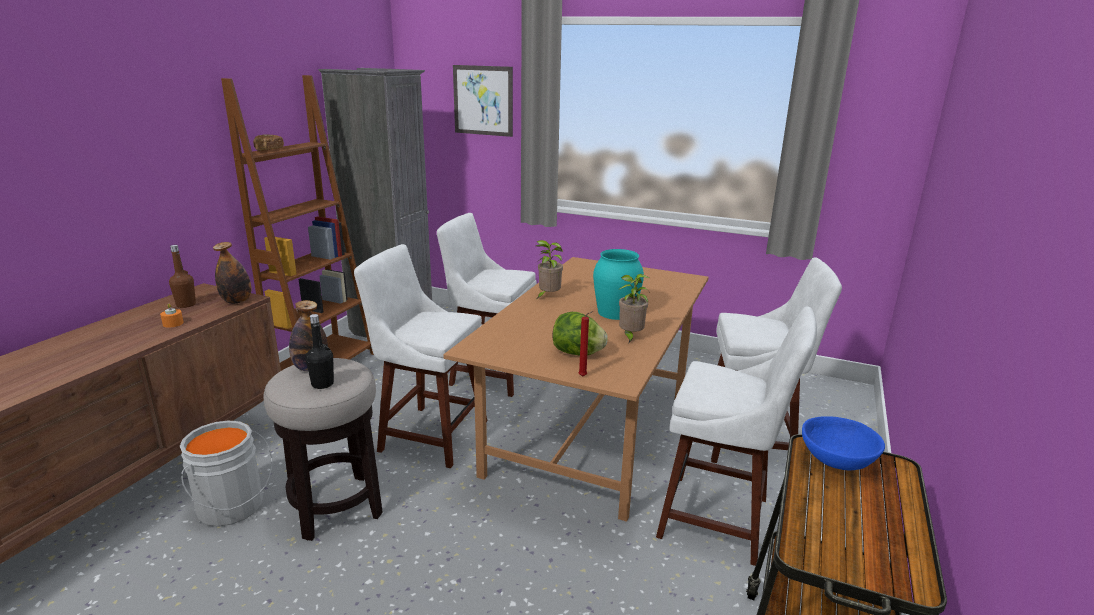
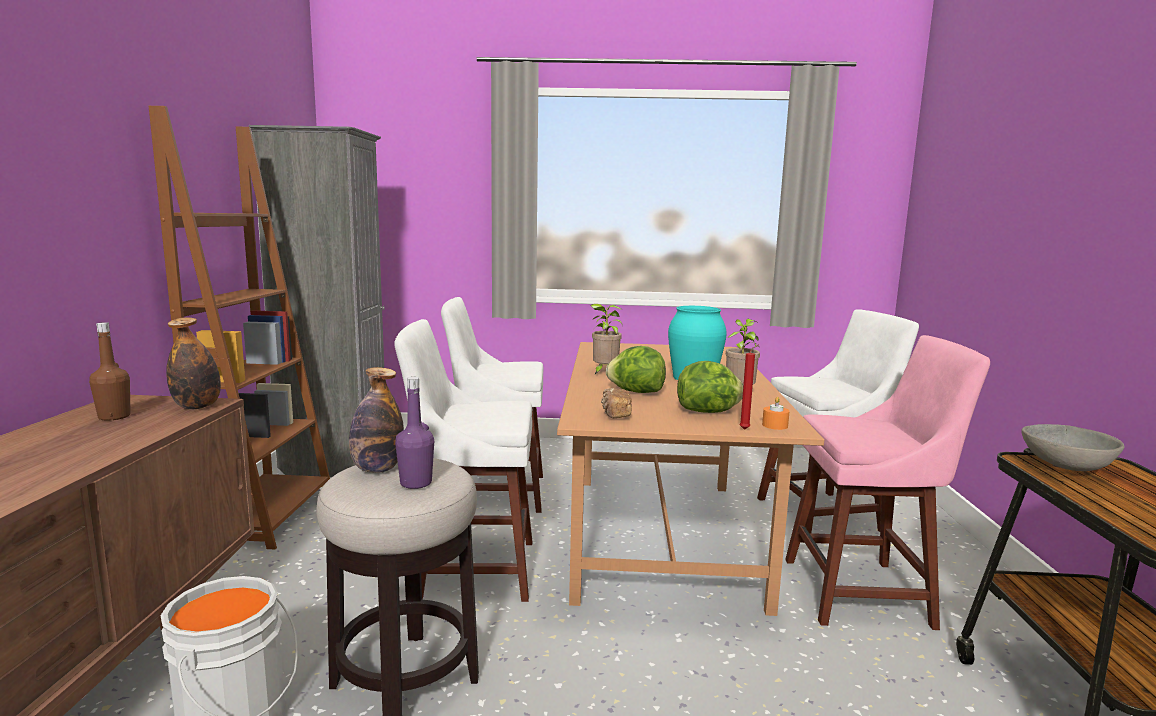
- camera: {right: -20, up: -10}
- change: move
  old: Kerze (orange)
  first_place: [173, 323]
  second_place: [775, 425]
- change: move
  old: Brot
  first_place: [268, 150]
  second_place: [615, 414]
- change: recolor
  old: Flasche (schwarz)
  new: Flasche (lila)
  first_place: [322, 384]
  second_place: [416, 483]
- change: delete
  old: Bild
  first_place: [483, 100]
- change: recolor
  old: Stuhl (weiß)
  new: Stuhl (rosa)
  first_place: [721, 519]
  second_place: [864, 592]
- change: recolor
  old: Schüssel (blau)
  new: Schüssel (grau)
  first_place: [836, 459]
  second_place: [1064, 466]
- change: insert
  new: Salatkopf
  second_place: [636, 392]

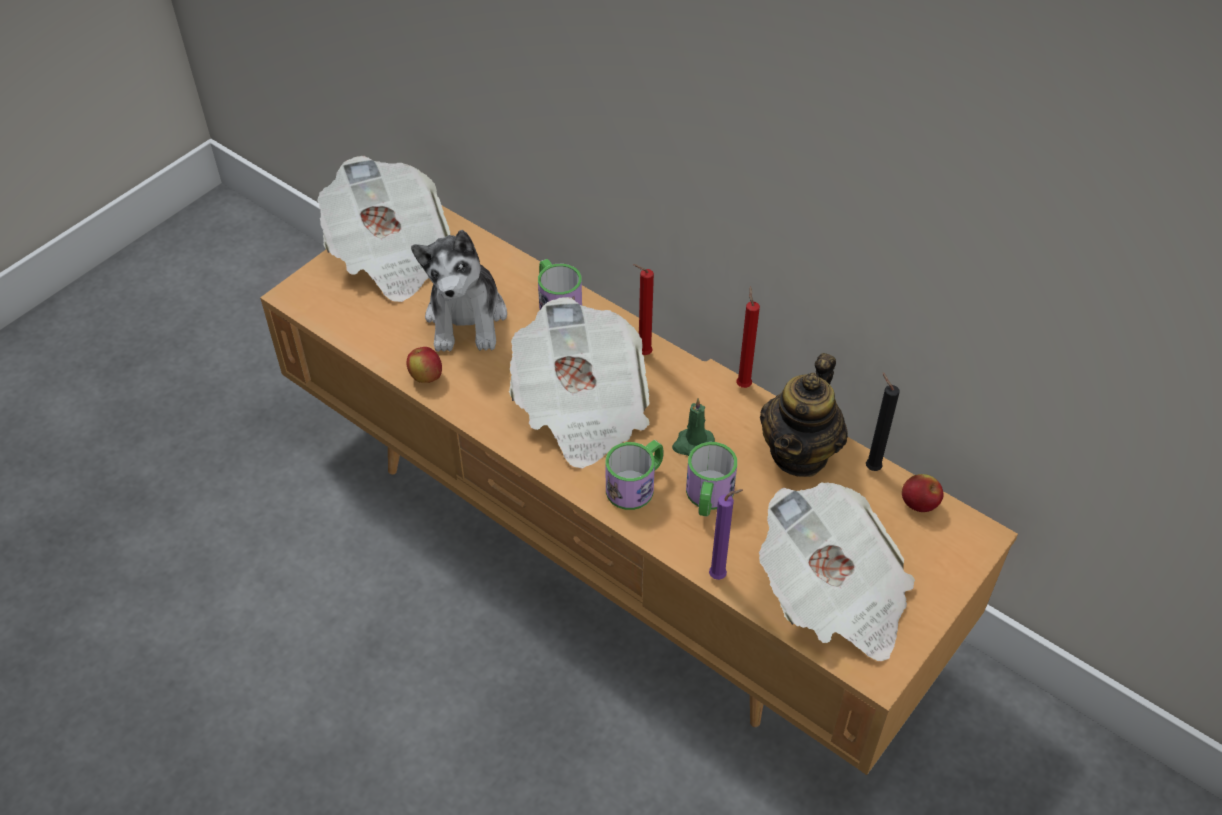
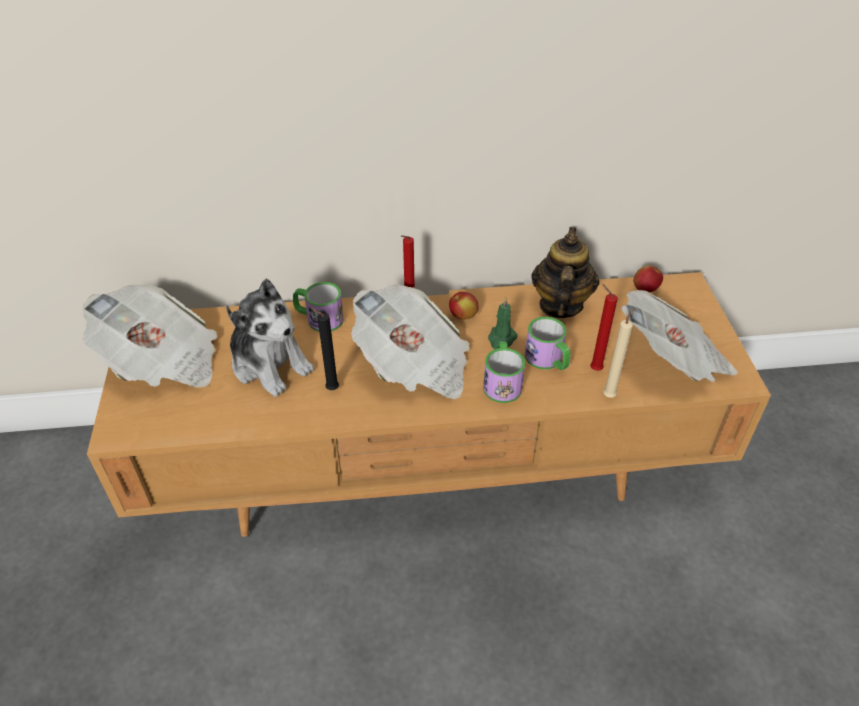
- camera: {right: -45, up: -5}
- change: move
  old: Apfel
  first_place: [426, 377]
  second_place: [463, 316]
- change: recolor
  old: Kerze (lila)
  new: Kerze (beige)
  first_place: [720, 576]
  second_place: [610, 395]
- change: move
  old: Kerze (rot)
  first_place: [743, 384]
  second_place: [594, 369]
- change: rotate
  old: Teekanne
  first_place: [800, 453]
  second_place: [560, 305]
  degrees: -150
- change: move
  old: Kerze (schwarz)
  first_place: [870, 467]
  second_place: [330, 389]

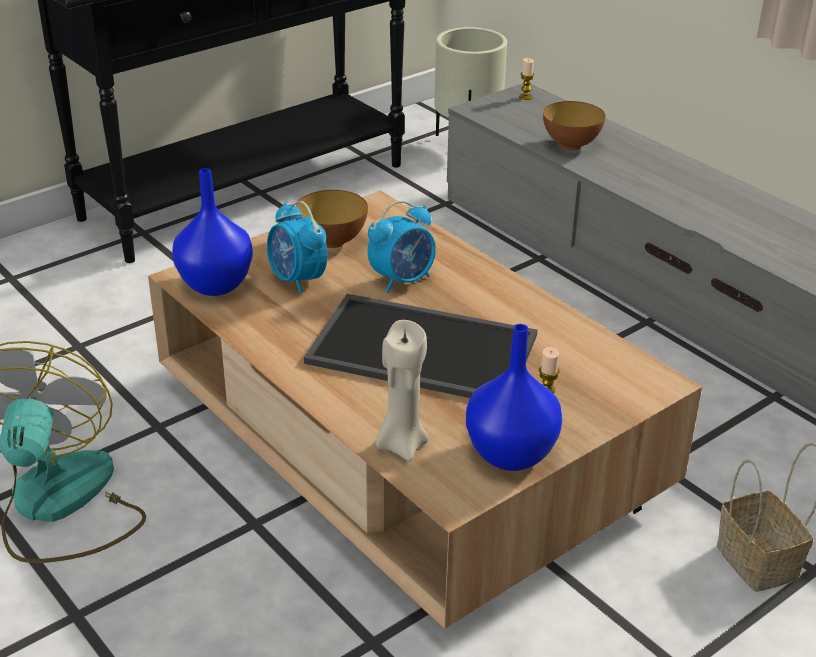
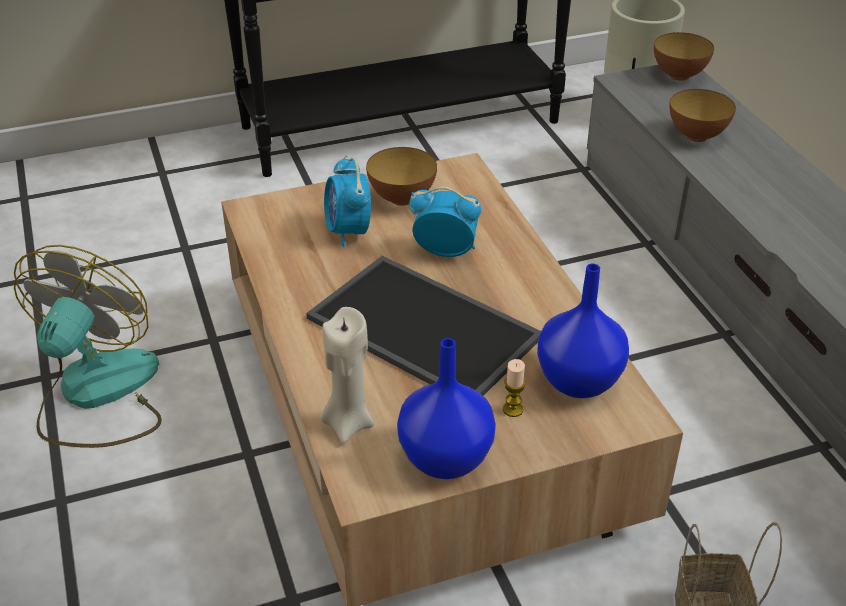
- camera: {right: 20, up: 5}
- change: move
  old: Vase (blau)
  first_place: [217, 285]
  second_place: [580, 382]
- change: rotate
  old: Wecker
  first_place: [402, 280]
  second_place: [445, 251]
  degrees: -150
- change: replace
  old: Kerze
  new: Schüssel
  first_place: [525, 97]
  second_place: [679, 75]

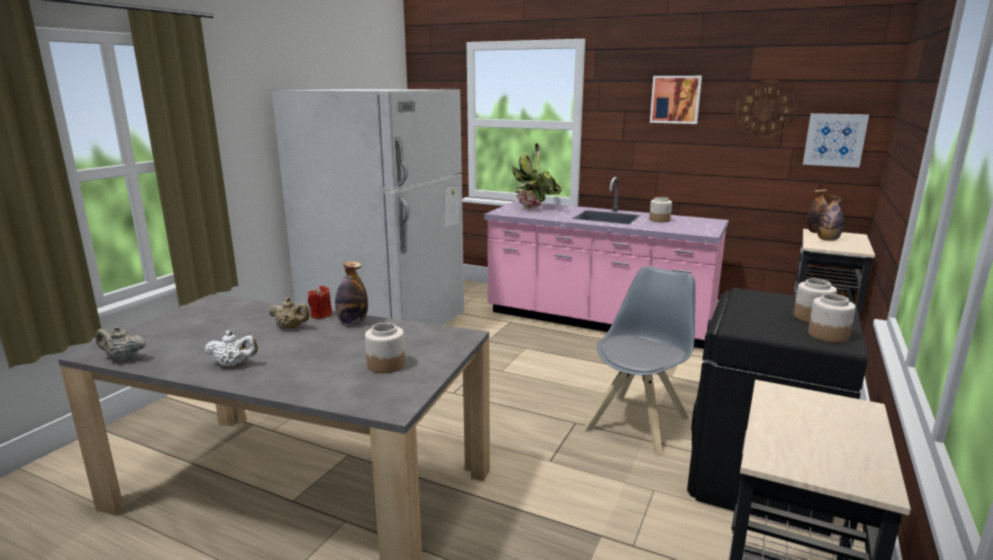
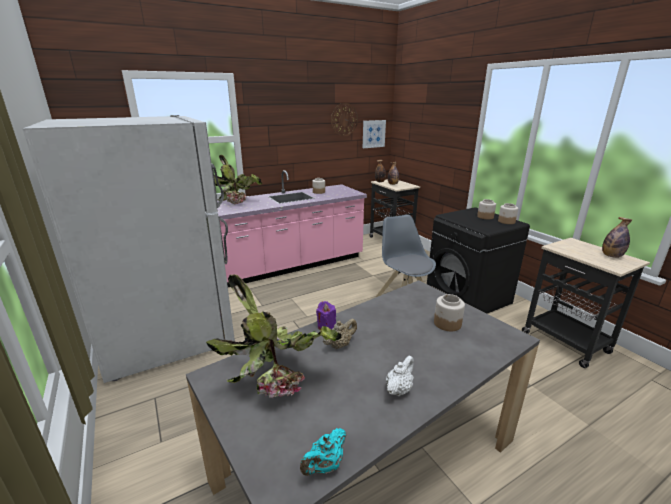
- camera: {right: -55, up: 5}
- change: recolor
  old: Teekanne (beige)
  new: Teekanne (türkis)
  first_place: [123, 359]
  second_place: [325, 466]
- change: recolor
  old: Kerze (rot)
  new: Kerze (lila)
  first_place: [321, 315]
  second_place: [326, 326]
- change: move
  old: Flasche
  first_place: [352, 322]
  second_place: [611, 256]
- change: delete
  old: Bild
  first_place: [675, 99]
- change: insert
  new: Topfpflanze
  second_place: [280, 380]

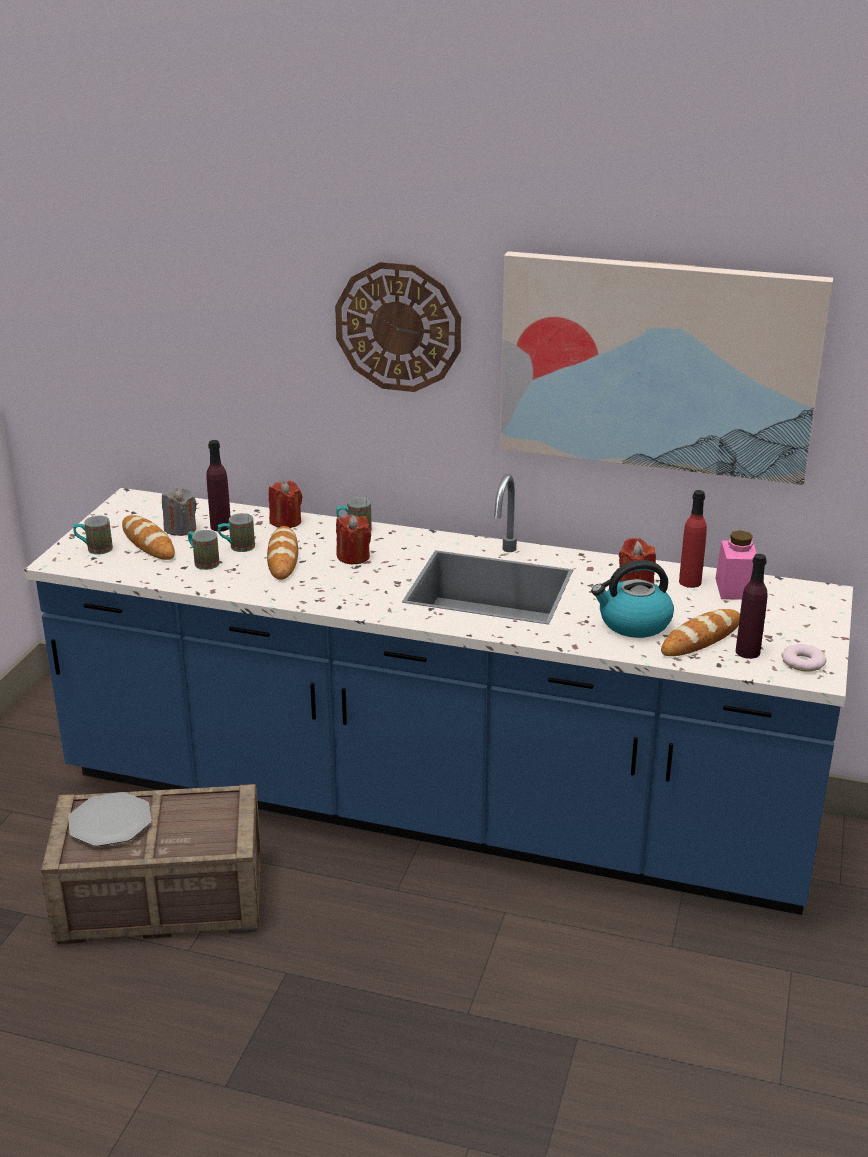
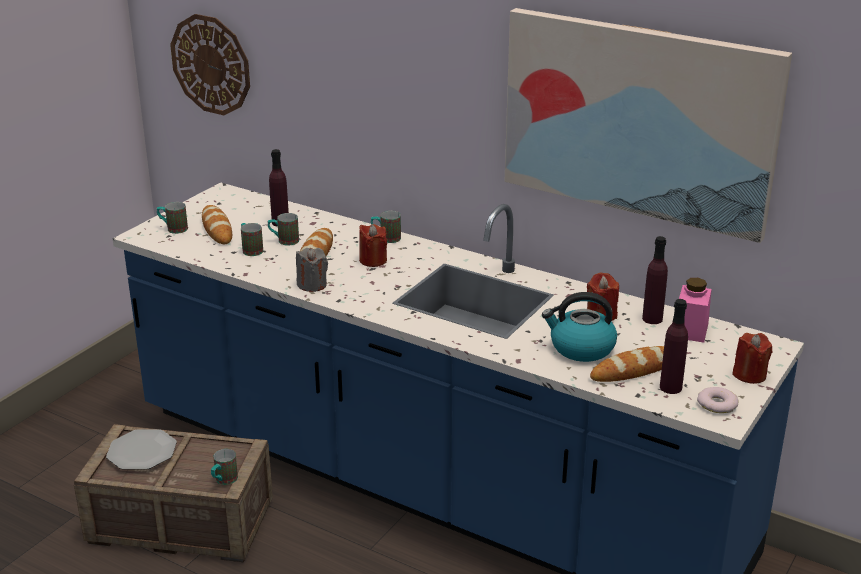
- camera: {right: 15, up: 0}
- change: move
  old: Kerze (grau)
  first_place: [180, 529]
  second_place: [312, 285]
- change: move
  old: Kerze (rot)
  first_place: [286, 521]
  second_place: [749, 375]
- change: move
  old: Wanduhr
  first_place: [398, 327]
  second_place: [211, 64]
- change: recolor
  old: Flasche (rot)
  new: Flasche (lila)
  first_place: [690, 582]
  second_place: [652, 319]
- change: insert
  new: Henkelbecher
  second_place: [223, 481]

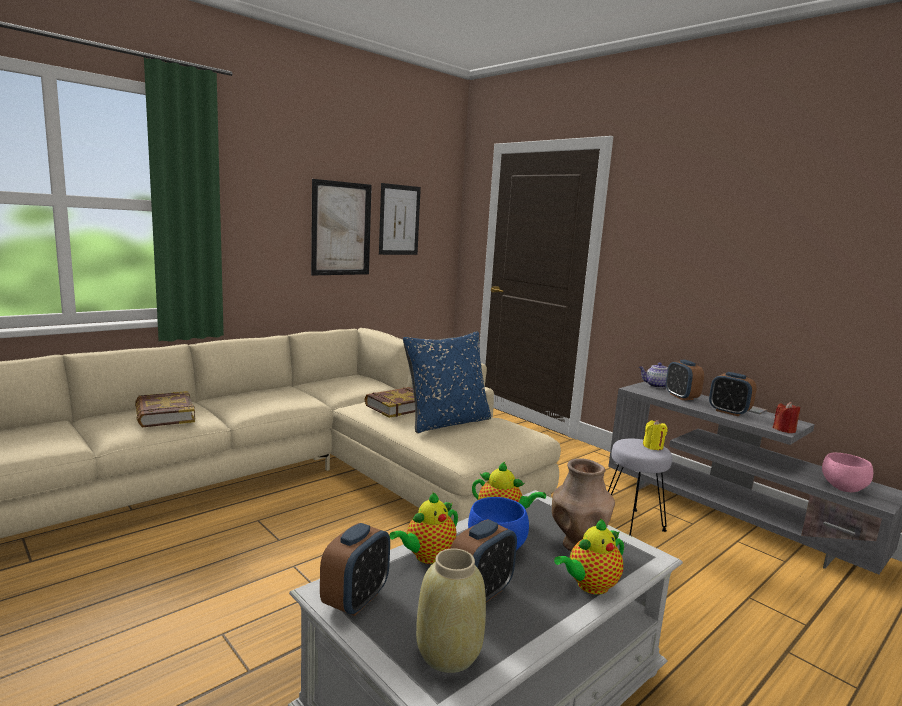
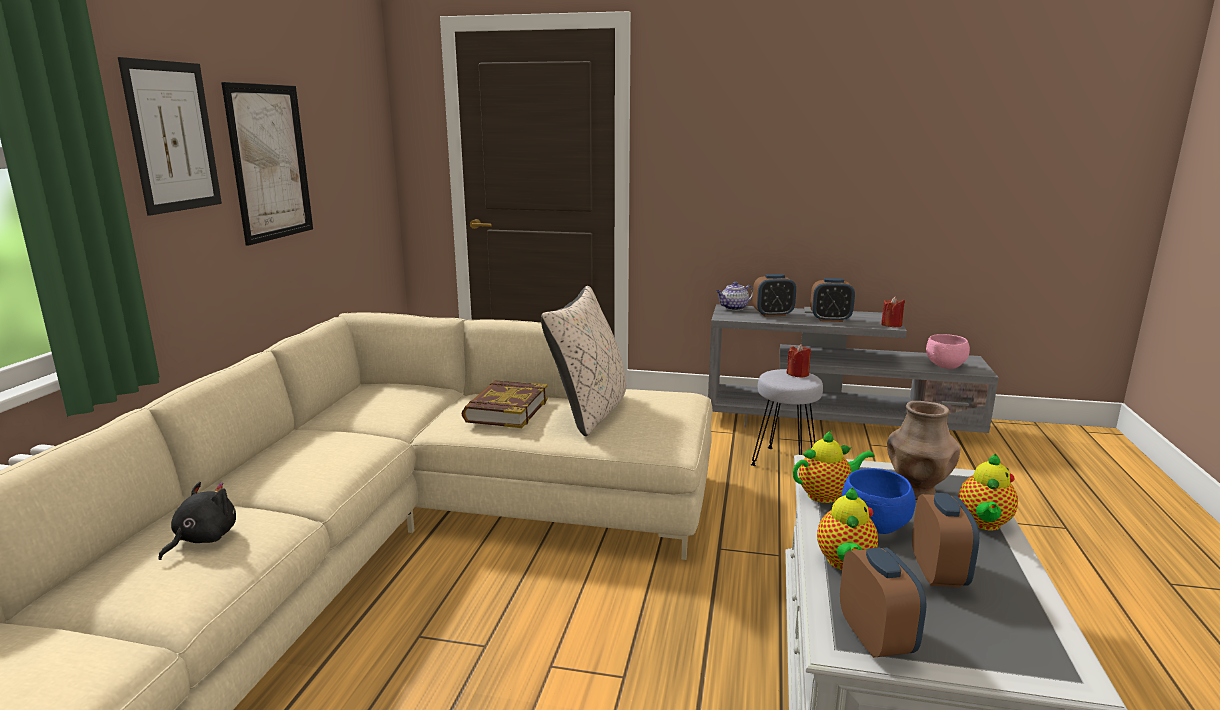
- camera: {right: -35, up: 5}
- change: replace
  old: Buch
  new: Plüschtier (schwarz)
  first_place: [164, 415]
  second_place: [202, 539]
- change: move
  old: Bild
  first_place: [399, 220]
  second_place: [173, 137]
- change: recolor
  old: Kissen (blau)
  new: Kissen (beige)
  first_place: [447, 422]
  second_place: [590, 412]
- change: delete
  old: Vase (beige)
  first_place: [449, 653]
- change: recolor
  old: Kerze (gelb)
  new: Kerze (rot)
  first_place: [653, 446]
  second_place: [798, 374]
- change: rotate
  old: Wecker
  first_place: [681, 397]
  second_place: [773, 314]
  degrees: -45

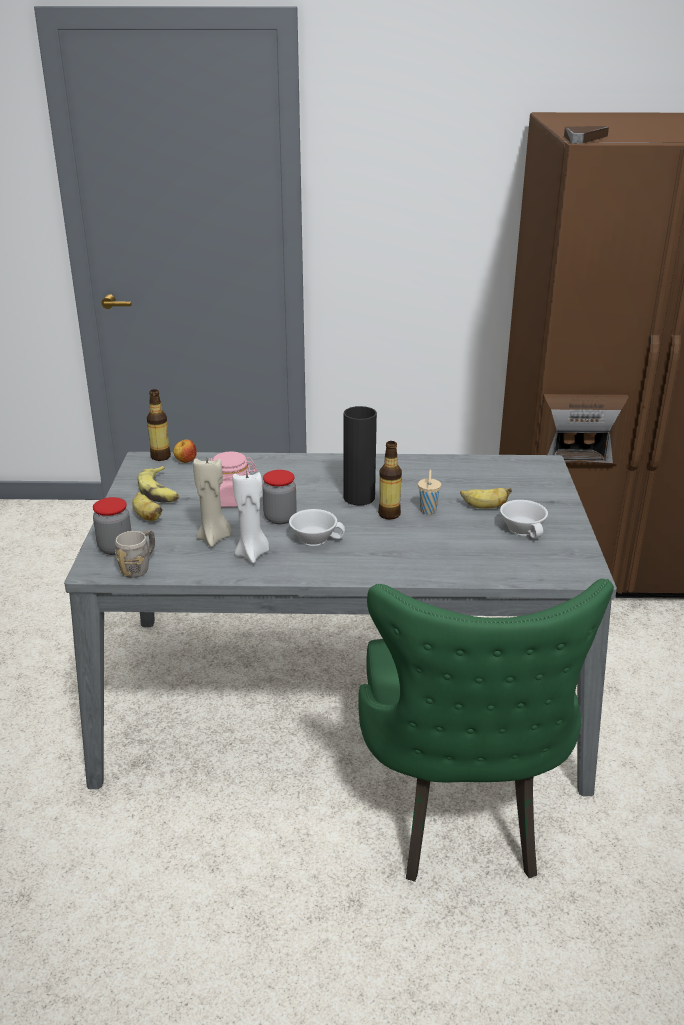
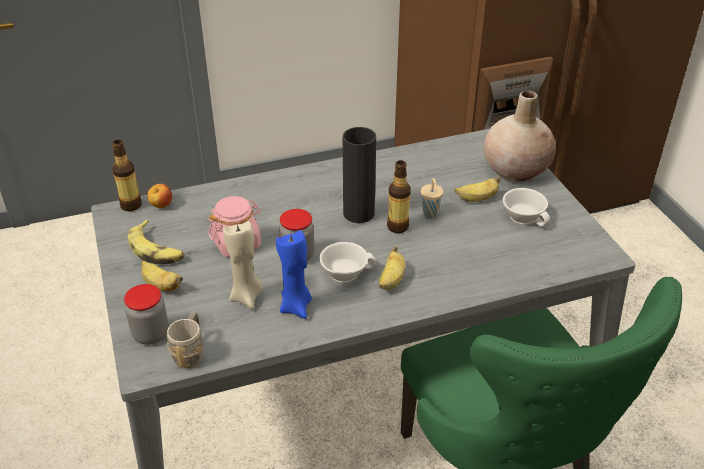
- camera: {right: -20, up: 10}
- change: recolor
  old: Kerze (weiß)
  new: Kerze (blau)
  first_place: [252, 554]
  second_place: [296, 306]
- change: insert
  new: Banane
  second_place: [391, 281]
- change: insert
  new: Vase (beige)
  second_place: [516, 169]

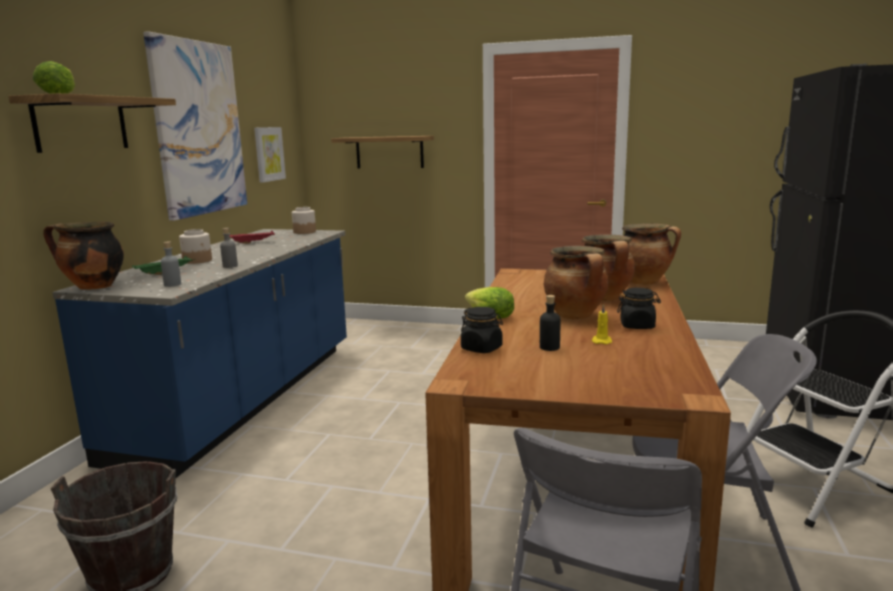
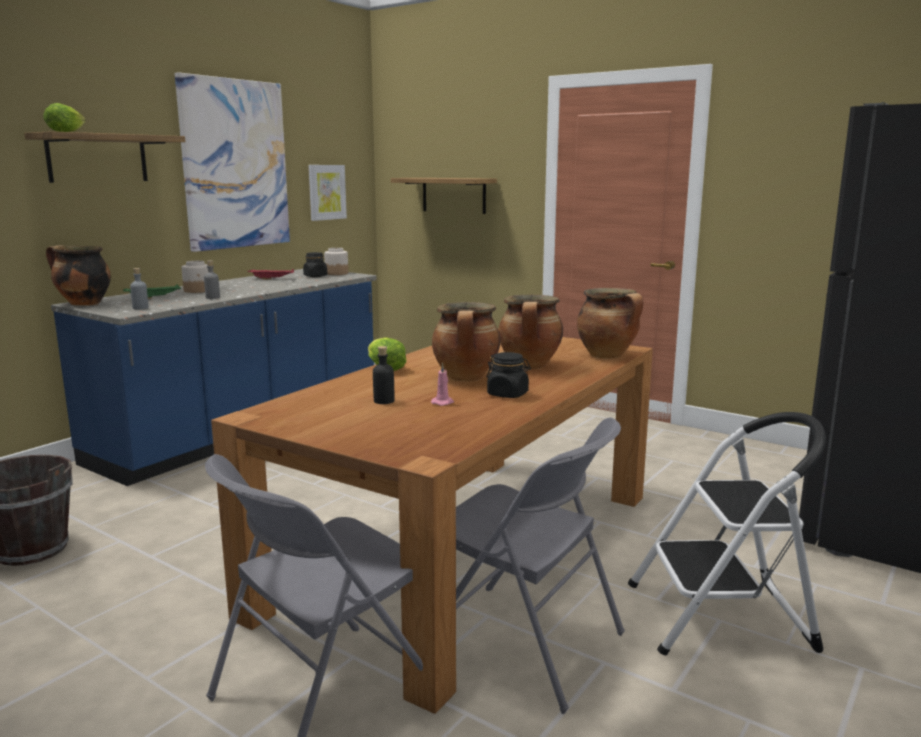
- camera: {right: 20, up: 0}
- change: move
  old: Vorratsglas (schwarz)
  first_place: [482, 348]
  second_place: [315, 276]
- change: recolor
  old: Kerze (gelb)
  new: Kerze (rosa)
  first_place: [601, 341]
  second_place: [443, 402]

